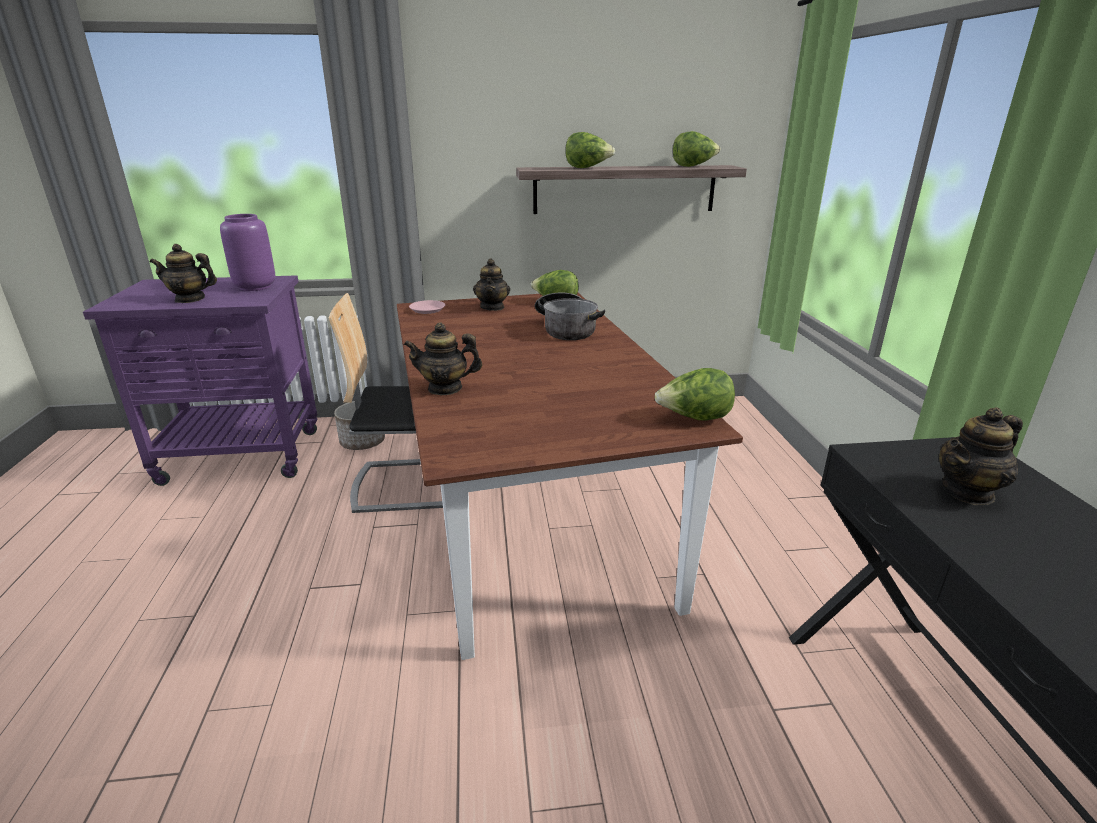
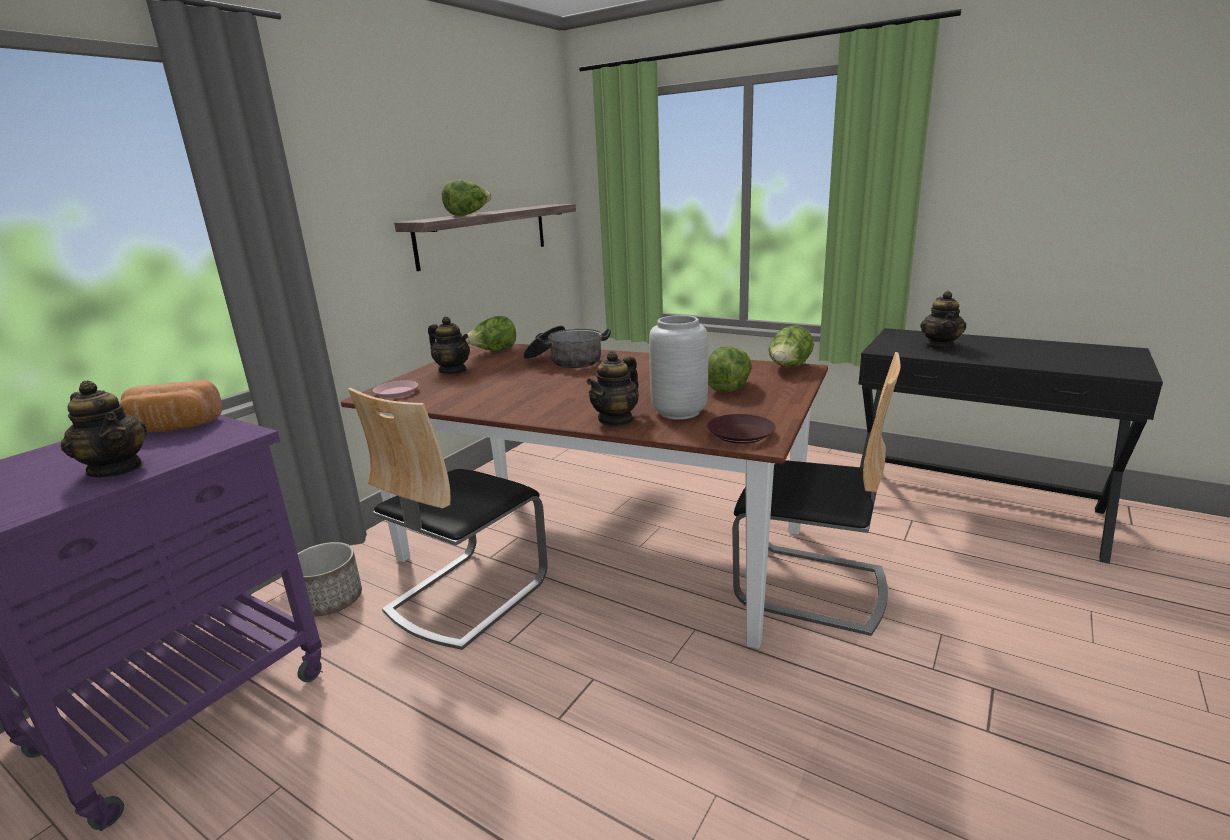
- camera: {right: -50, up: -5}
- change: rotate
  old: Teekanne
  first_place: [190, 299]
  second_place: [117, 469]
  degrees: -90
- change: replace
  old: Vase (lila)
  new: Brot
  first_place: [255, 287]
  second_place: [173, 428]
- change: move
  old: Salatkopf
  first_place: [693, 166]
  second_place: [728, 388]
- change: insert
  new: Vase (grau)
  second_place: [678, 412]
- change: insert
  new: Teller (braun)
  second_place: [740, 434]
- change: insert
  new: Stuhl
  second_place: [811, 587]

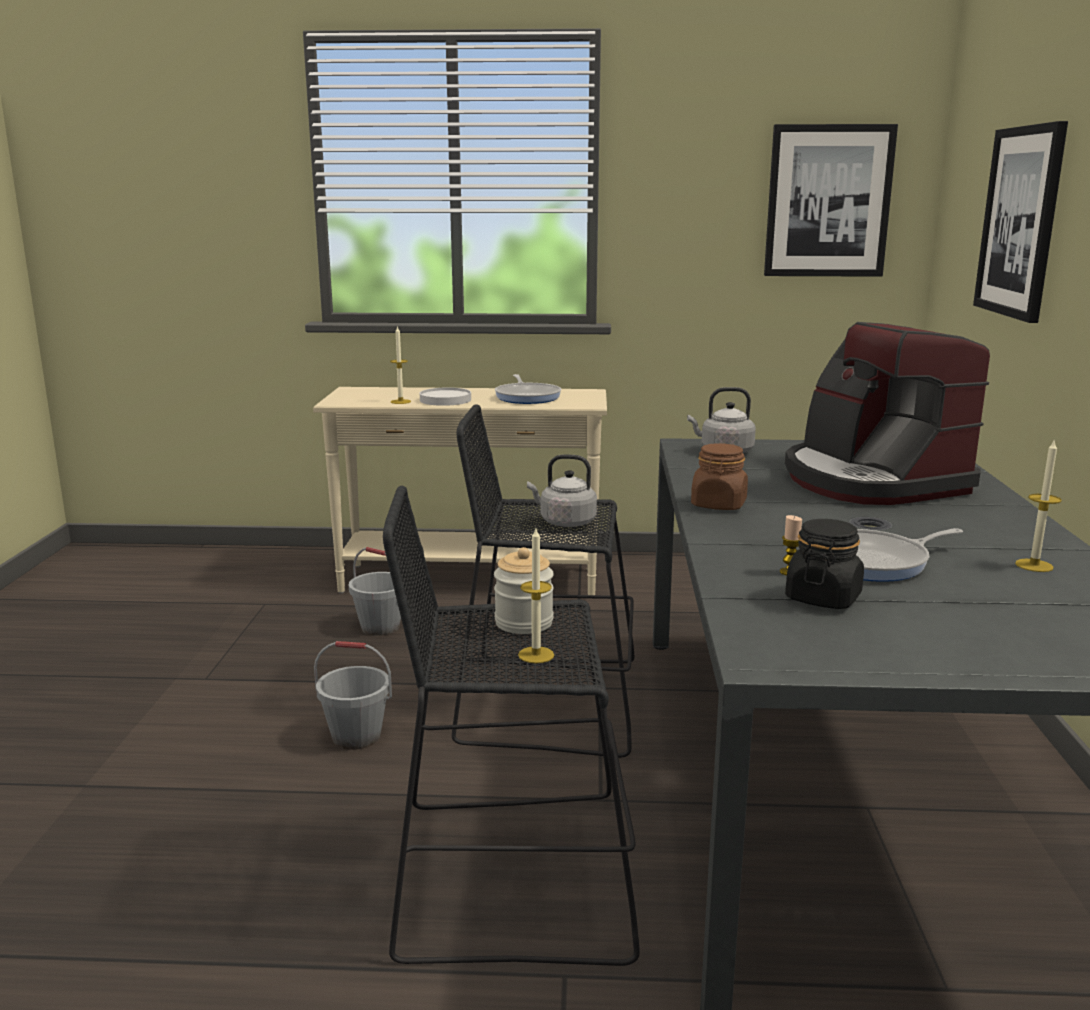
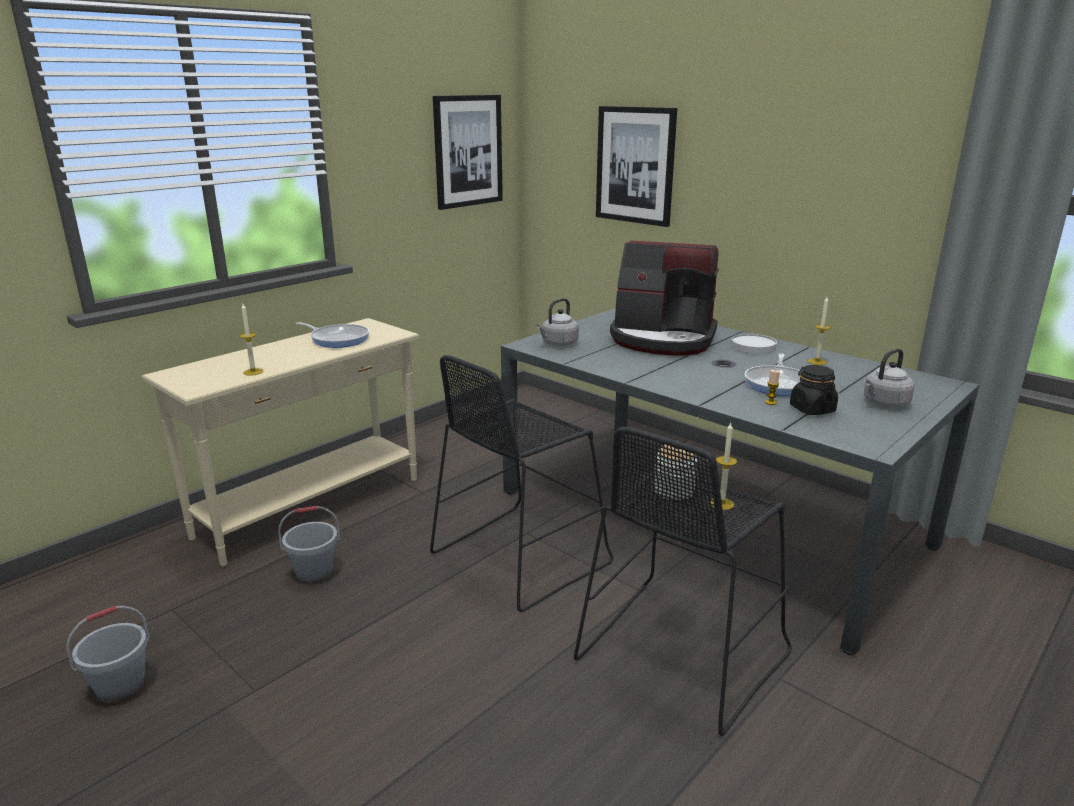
- camera: {right: -50, up: 5}
- change: move
  old: Eimer (grau)
  first_place: [356, 737]
  second_place: [121, 688]
- change: move
  old: Teller (weiß)
  first_place: [445, 400]
  second_place: [753, 346]
- change: move
  old: Wasserkessel (grau)
  first_place: [564, 522]
  second_place: [884, 403]
- change: delete
  old: Vorratsglas (braun)
  first_place: [718, 505]

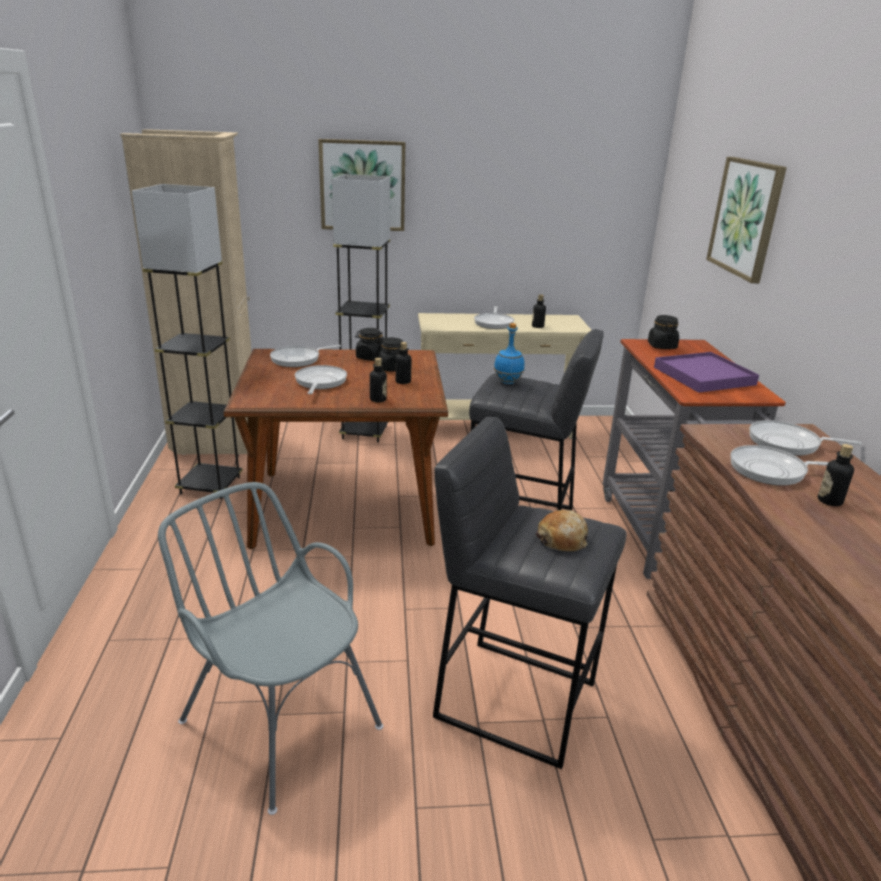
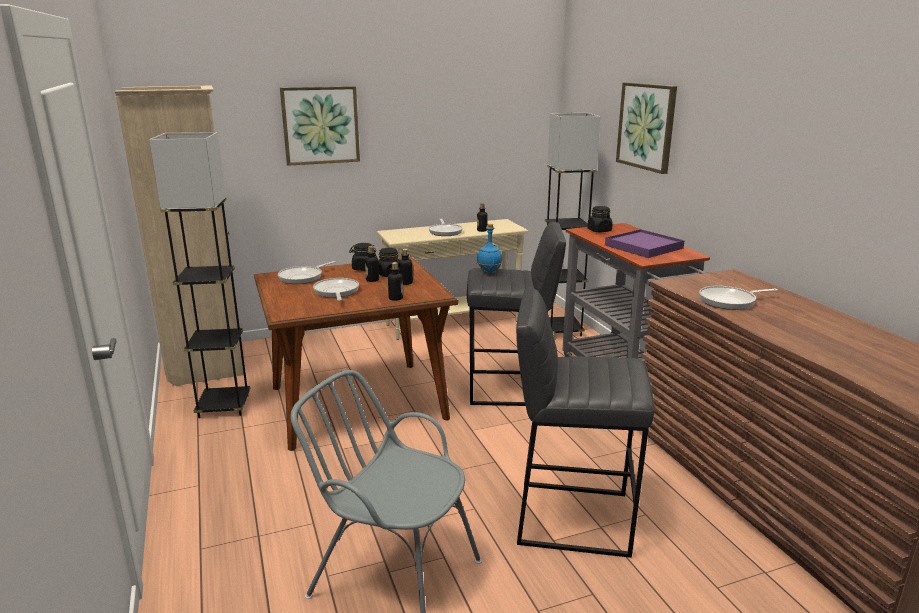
- camera: {right: -15, up: -5}
- change: move
  old: Stehlampe (grau)
  first_place: [364, 432]
  second_place: [561, 330]
- change: delete
  old: Brot
  first_place: [562, 539]
- change: delete
  old: Pfanne
  first_place: [788, 443]
- change: move
  old: Flasche
  first_place: [829, 501]
  second_place: [372, 280]

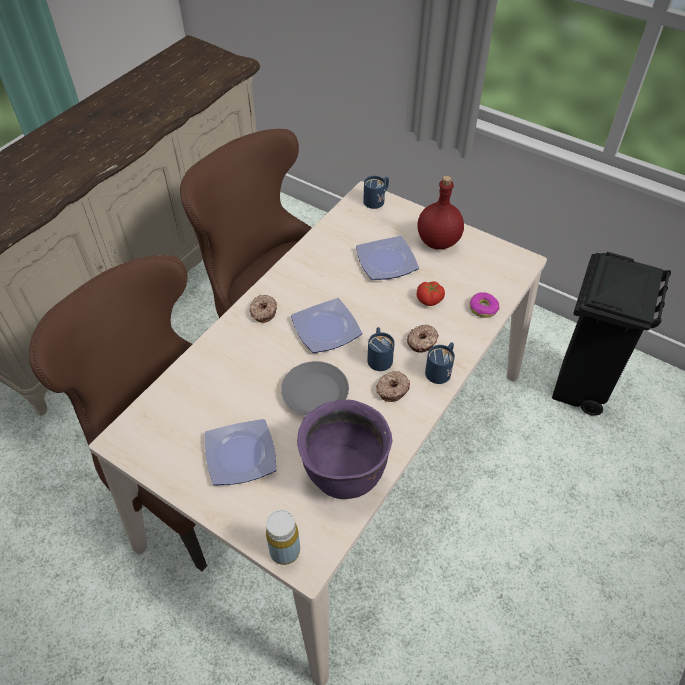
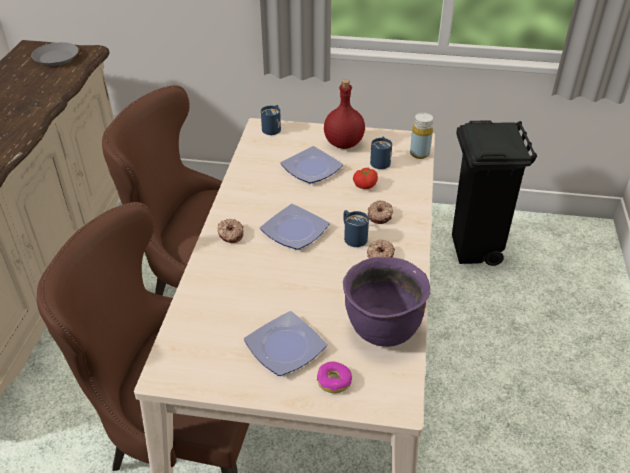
- camera: {right: -25, up: -10}
- change: move
  old: Flasche (gelb)
  first_place: [285, 551]
  second_place: [419, 154]
- change: move
  old: Teller (grau)
  first_place: [315, 392]
  second_place: [56, 58]
- change: move
  old: Henkelbecher (blau)
  first_place: [441, 369]
  second_place: [380, 160]
- change: move
  old: Donut
  first_place: [483, 308]
  second_place: [334, 381]

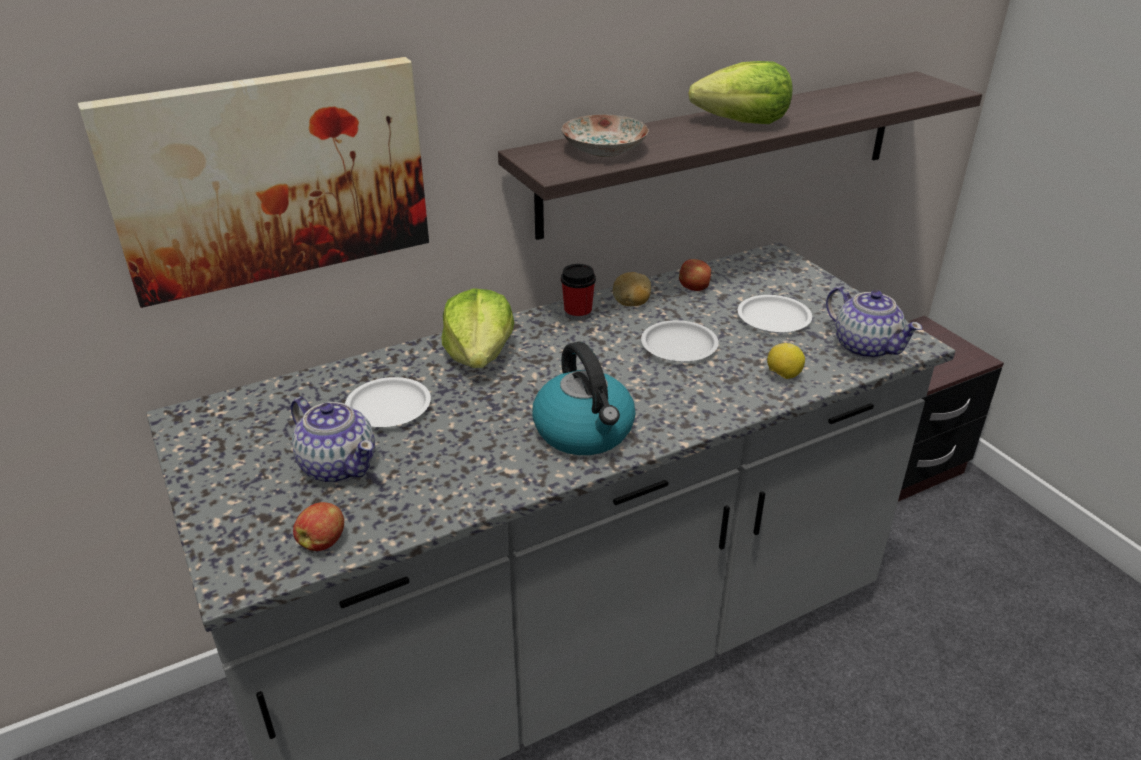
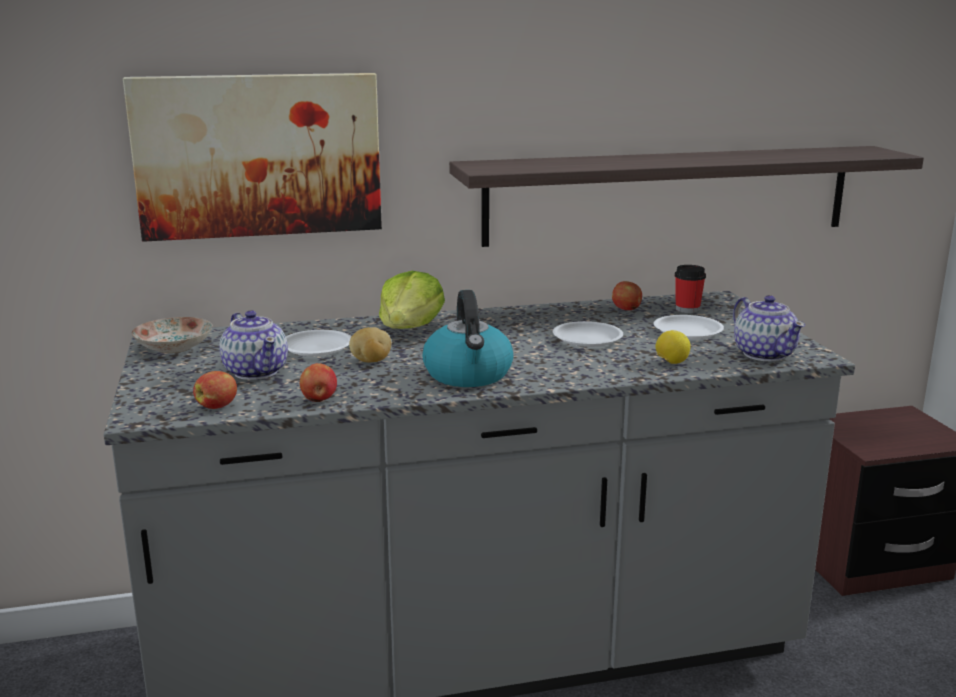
- camera: {right: 15, up: -15}
- change: move
  old: Teller
  first_place: [603, 150]
  second_place: [173, 347]
- change: move
  old: Tasse
  first_place: [578, 313]
  second_place: [687, 309]
- change: move
  old: Kartoffel
  first_place: [631, 304]
  second_place: [371, 361]
- change: delete
  old: Salatkopf
  first_place: [742, 122]
- change: insert
  new: Apfel
  second_place: [319, 400]

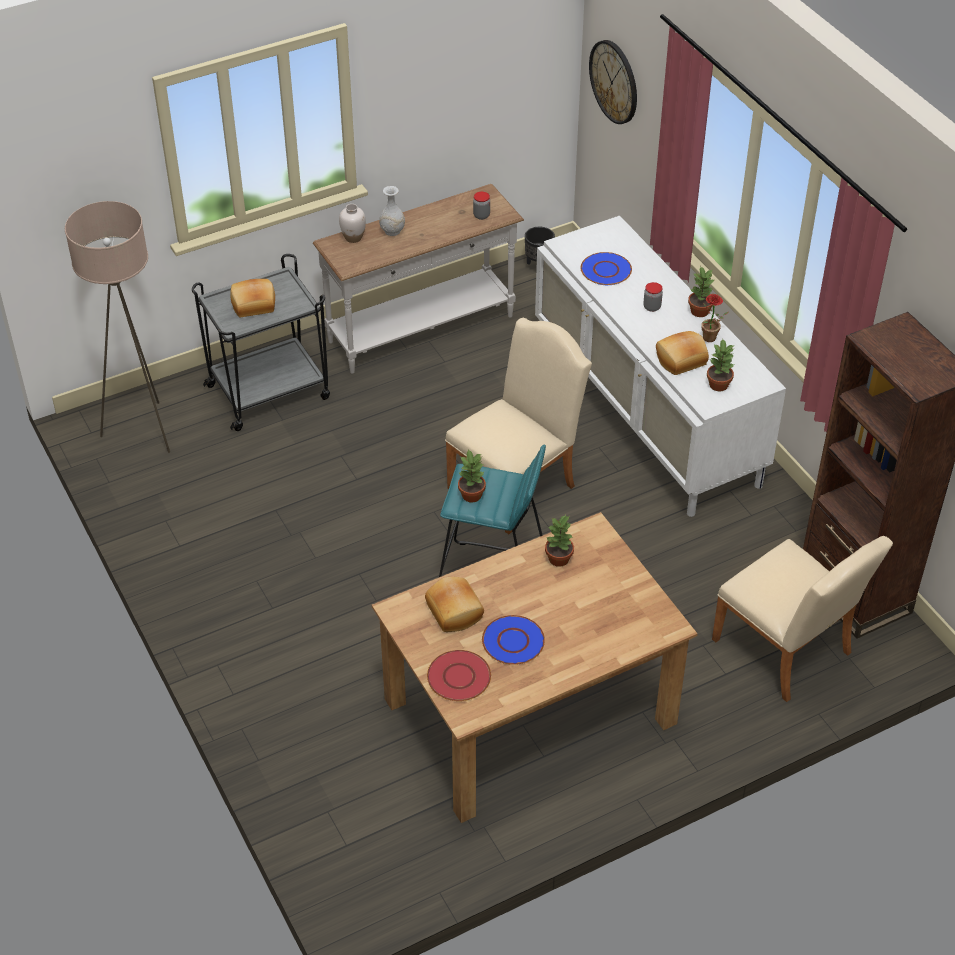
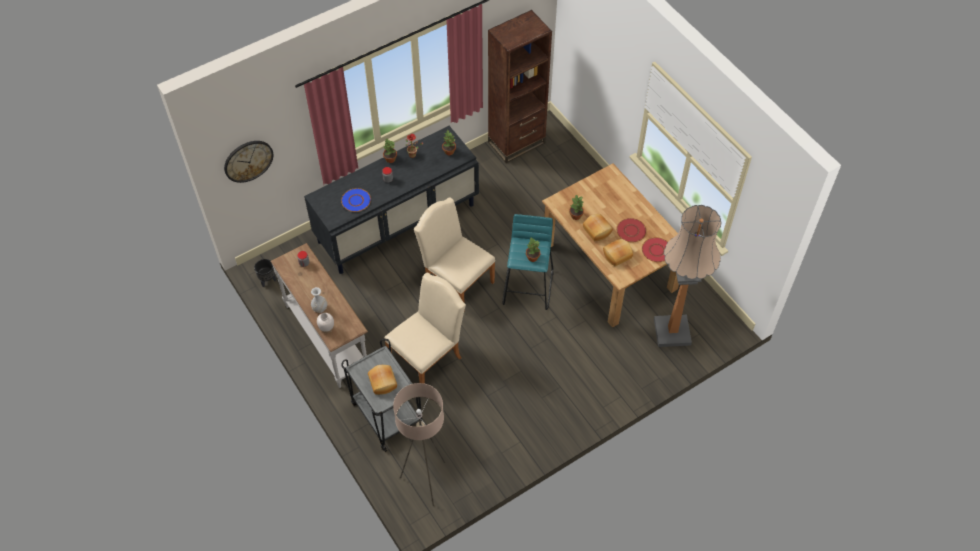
- camera: {right: -95, up: 10}
- change: recolor
  old: Teller (blau)
  new: Teller (rot)
  first_place: [513, 641]
  second_place: [631, 230]
- change: recolor
  old: Schrank (weiß)
  new: Schrank (schwarz)
  first_place: [646, 414]
  second_place: [398, 224]
- change: move
  old: Brot
  first_place: [681, 360]
  second_place: [597, 230]
- change: move
  old: Stuhl (beige)
  first_place: [788, 652]
  second_place: [428, 356]
- change: insert
  new: Stehlampe
  second_place: [672, 332]

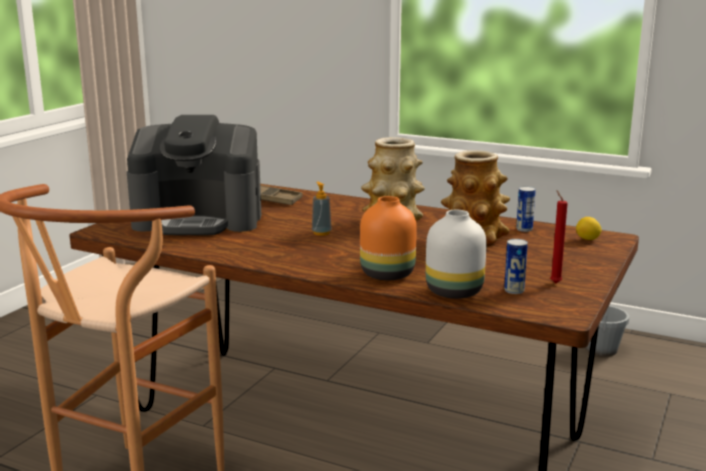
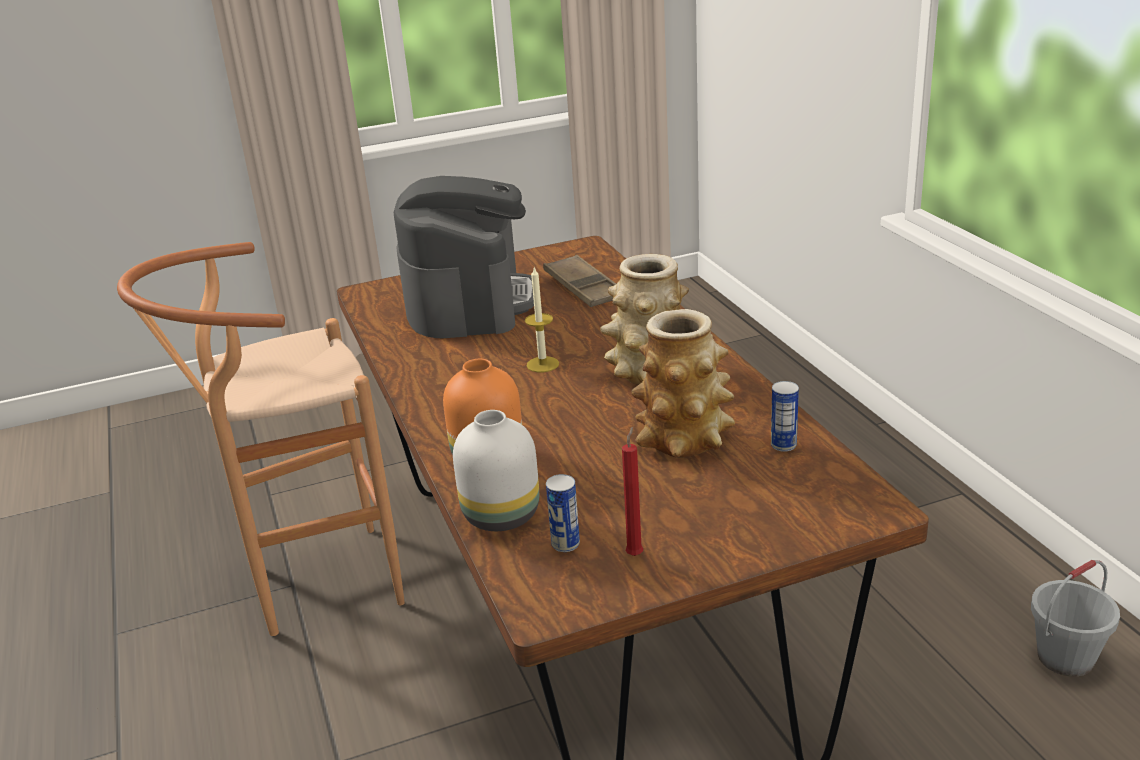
- camera: {right: 45, up: 10}
- change: rotate
  old: Kaffeemaschine
  first_place: [199, 219]
  second_place: [469, 302]
  degrees: -135
- change: replace
  old: Seifenspender
  new: Kerze
  first_place: [321, 233]
  second_place: [542, 364]
- change: delete
  old: Zitrone
  first_place: [587, 239]

